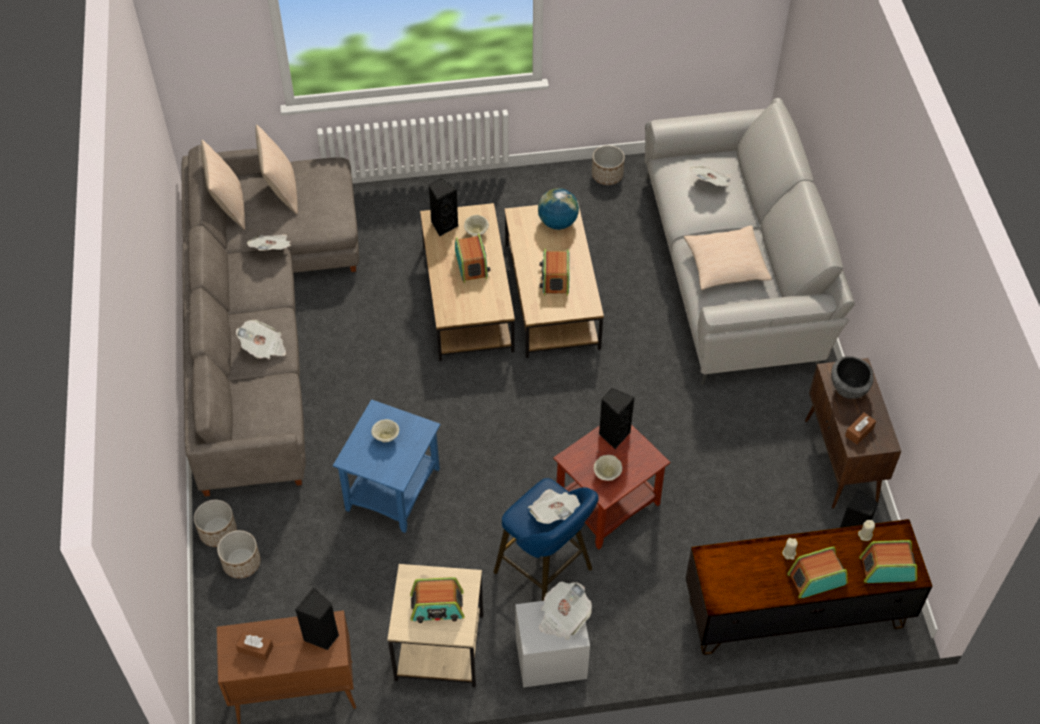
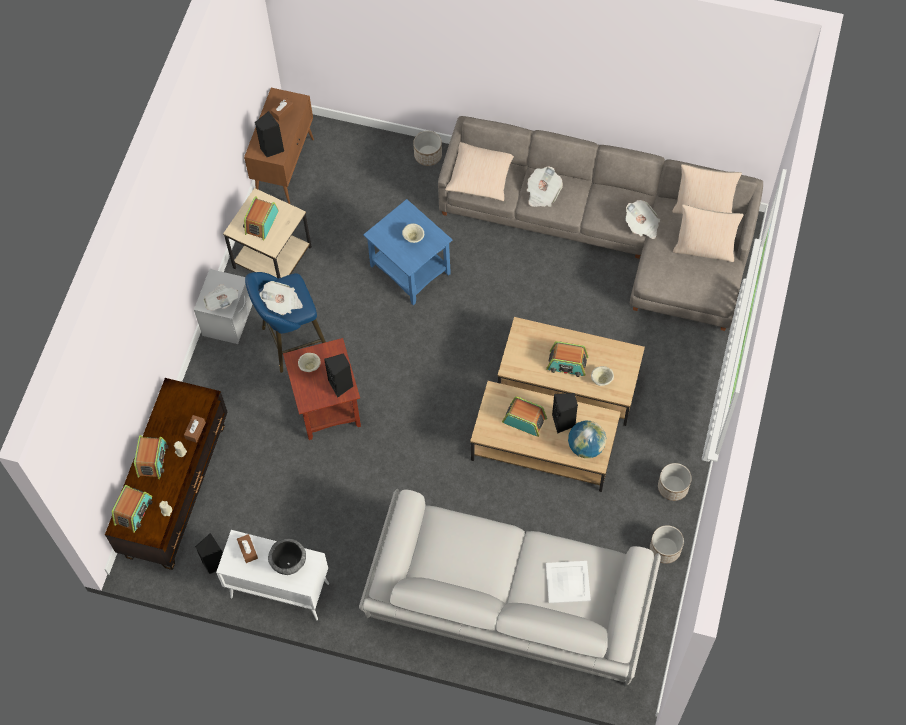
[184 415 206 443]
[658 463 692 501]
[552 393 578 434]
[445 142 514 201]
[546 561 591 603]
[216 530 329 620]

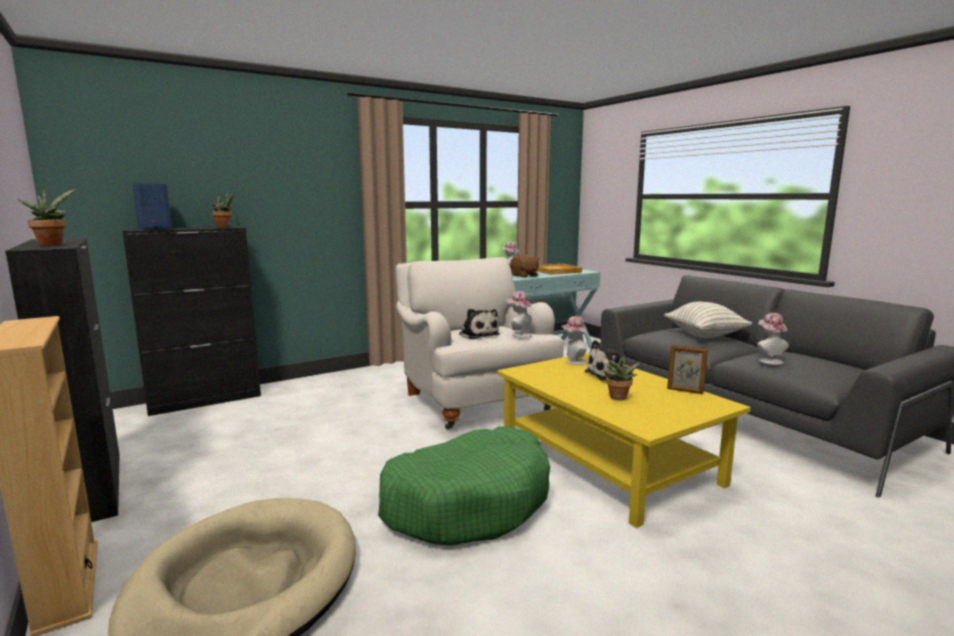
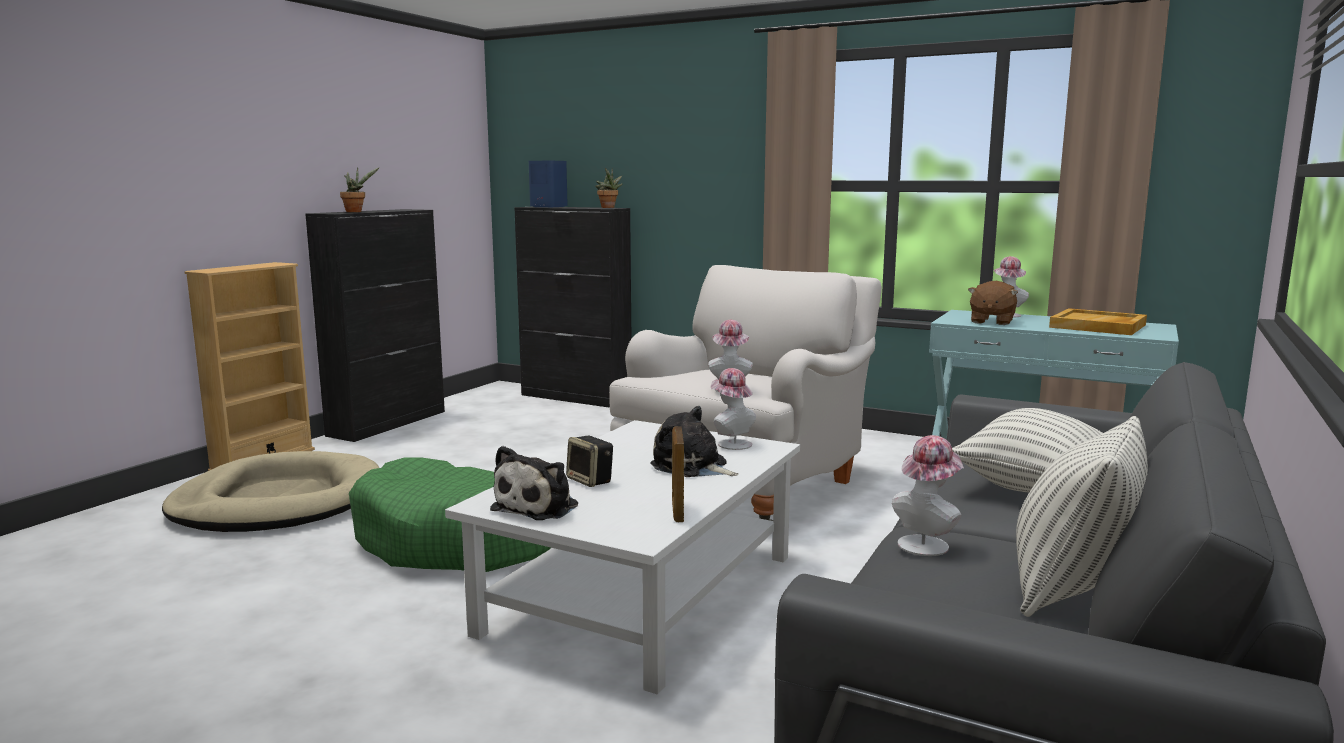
[1016 416 1148 617]
[490 446 578 520]
[566 436 613 487]
[445 420 800 694]

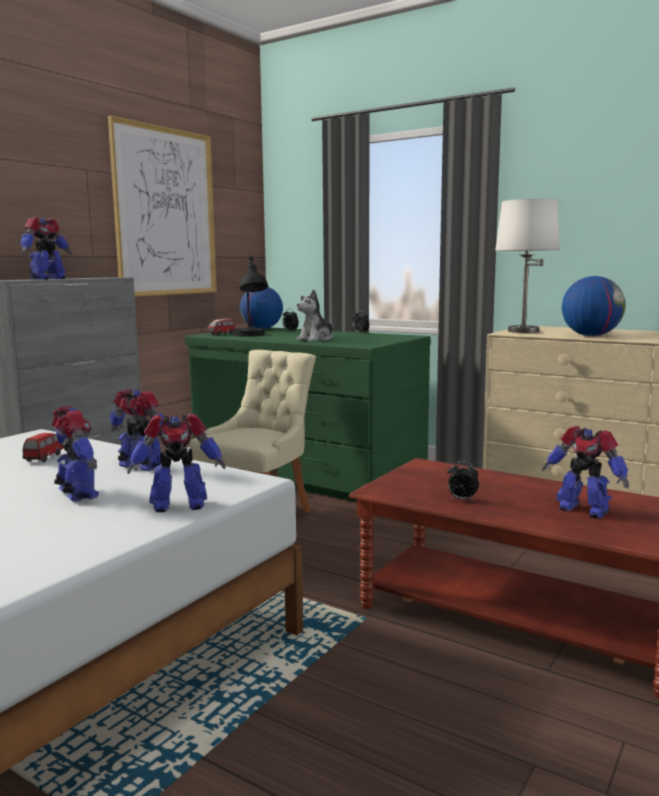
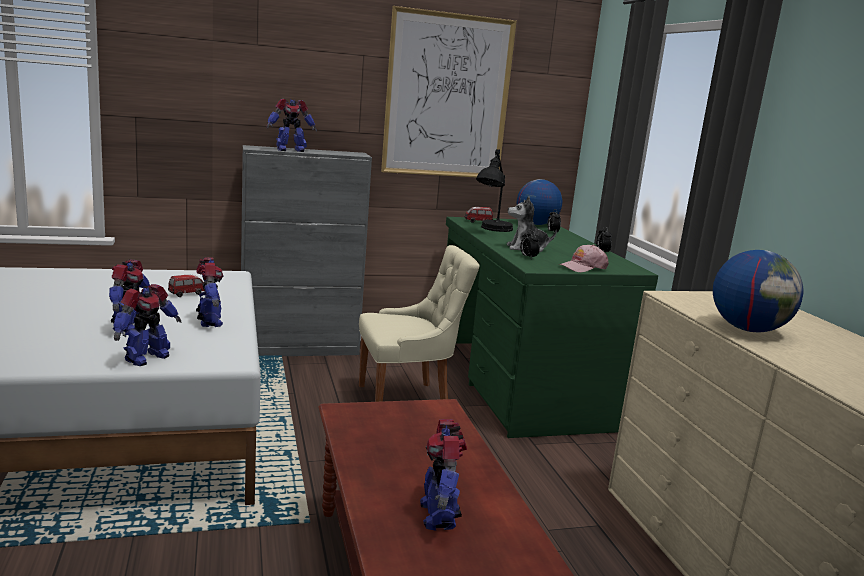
[495 199 560 333] (first image)
[559 244 609 272]
[520 230 540 259]
[113 284 181 366]

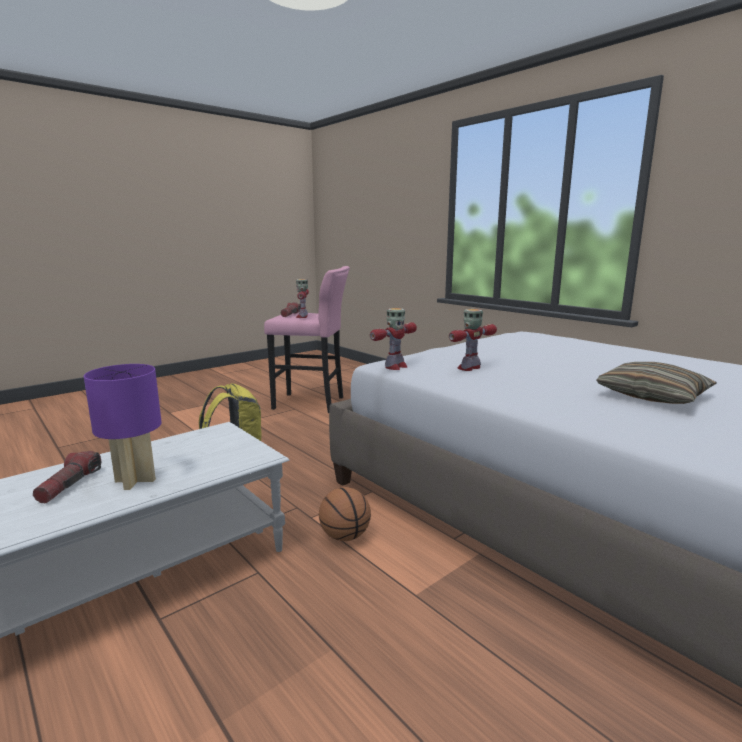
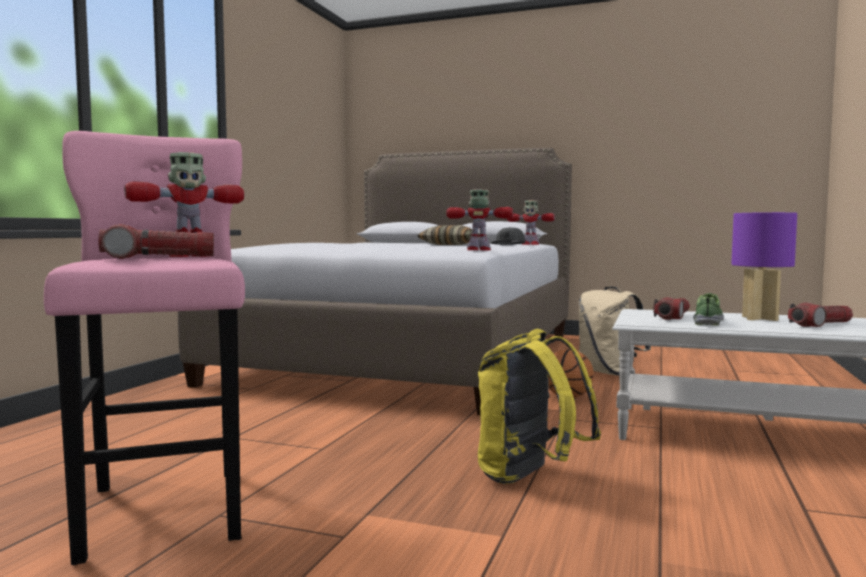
[491 227 526 245]
[579 286 651 376]
[653 297 690 320]
[693 293 724 325]
[507 200 555 245]

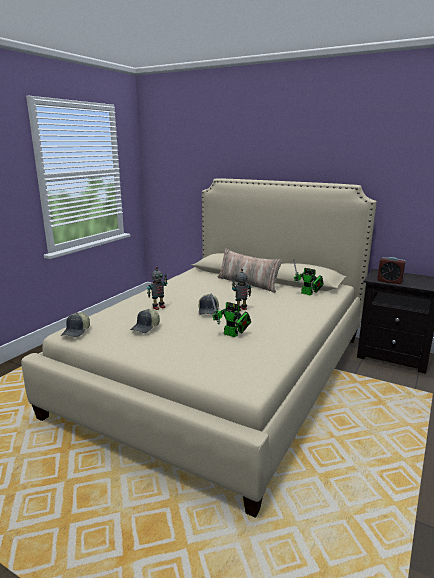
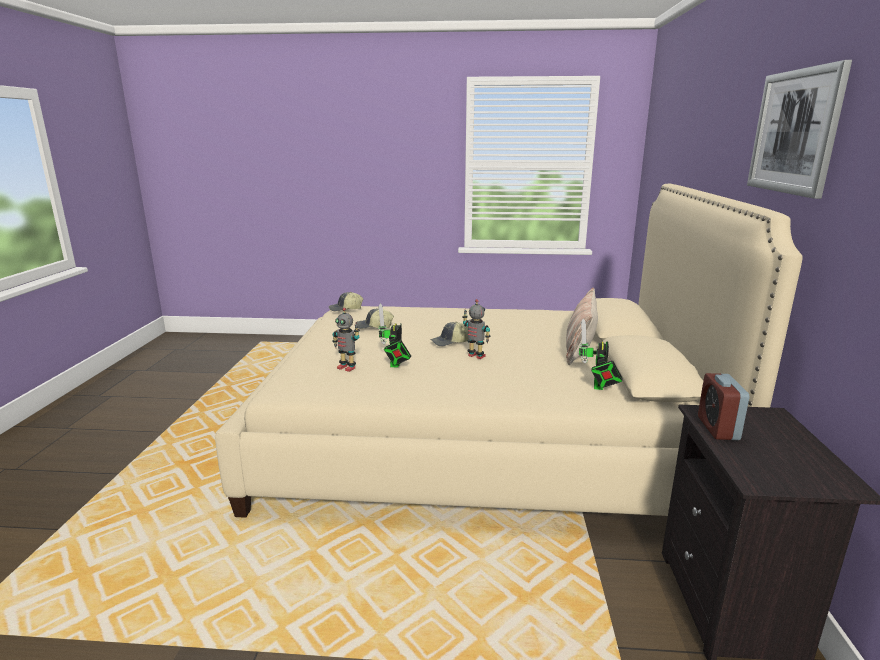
[747 60 852 199]
[332 308 360 372]

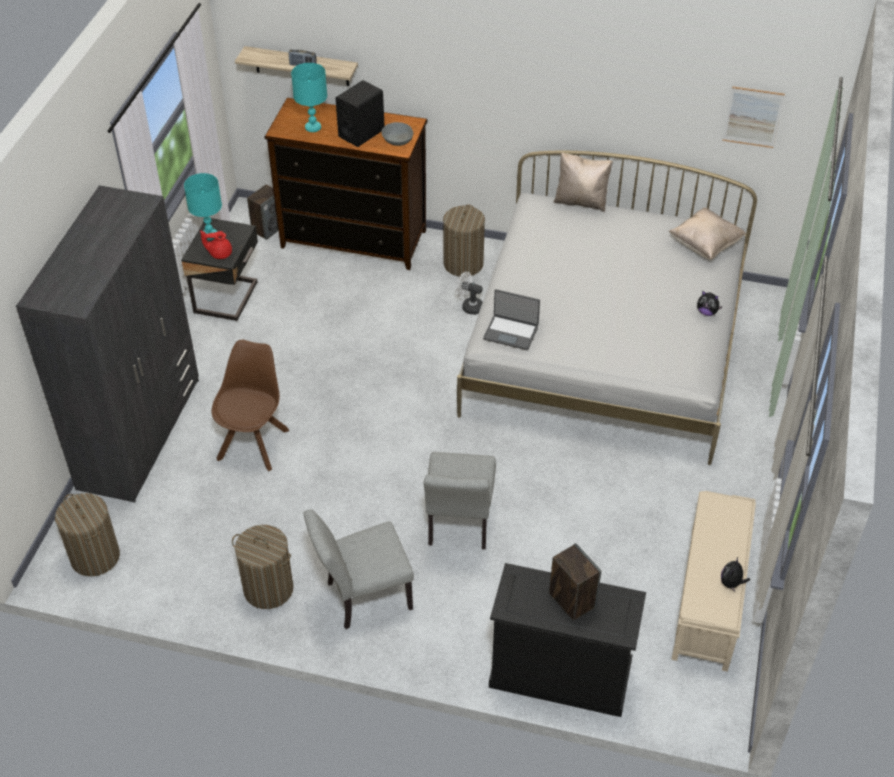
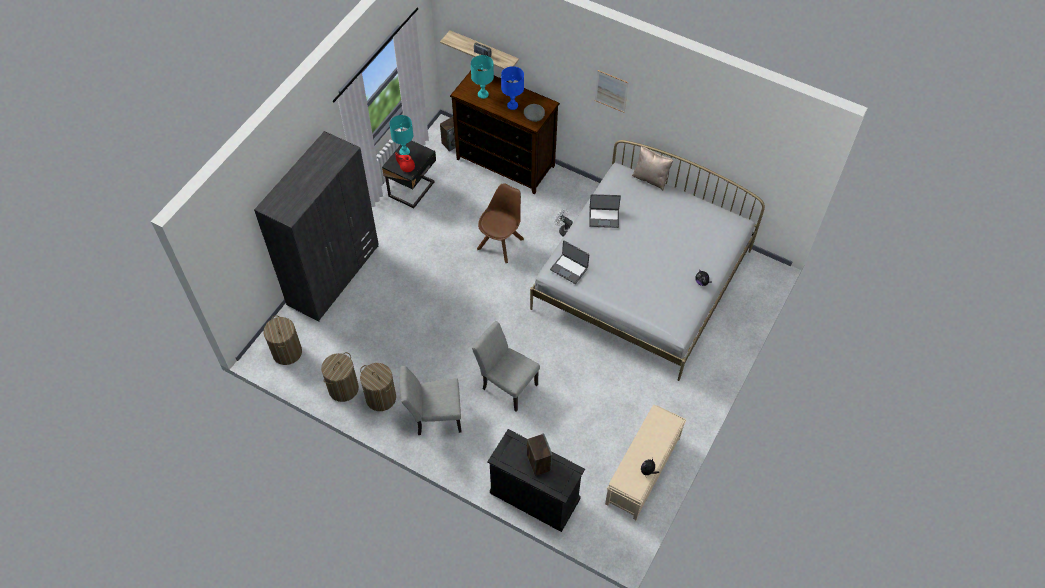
[669 207 746 260] (first image)
[589 194 621 228]
[477 183 524 263]
[321 352 359 402]
[595 70 629 113]
[501 66 524 110]
[472 321 540 412]

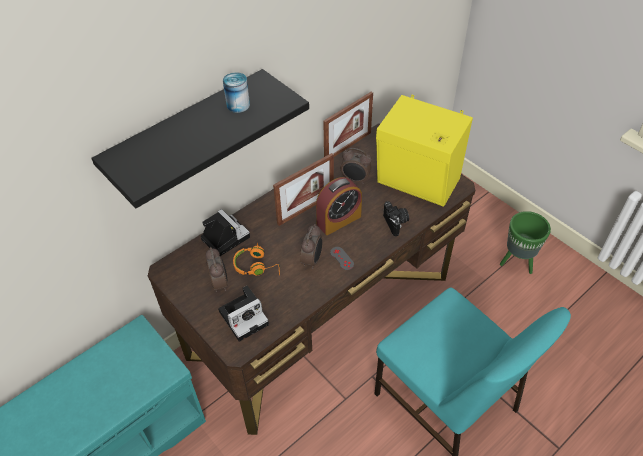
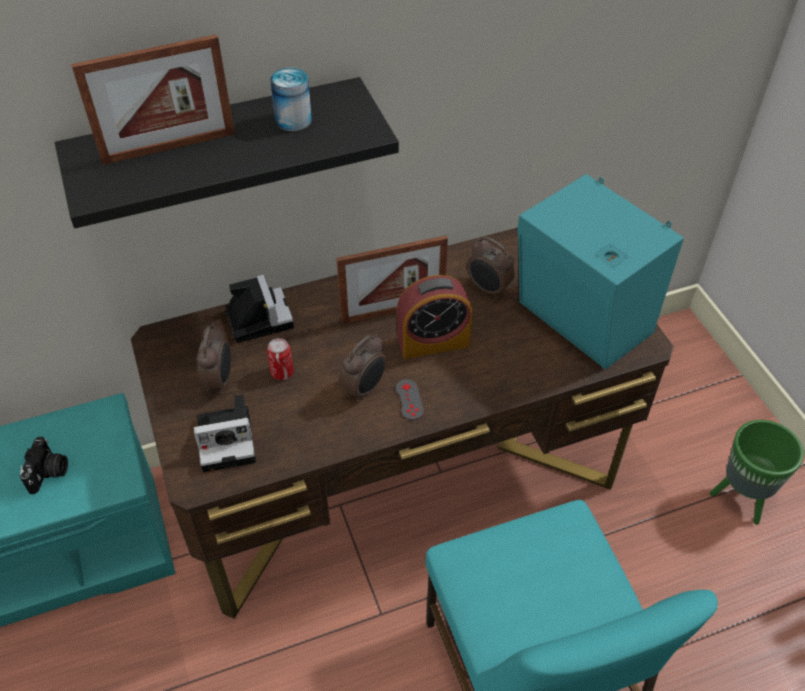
[71 34 235 165]
[20 437 68 494]
[267 338 294 380]
[517 174 684 369]

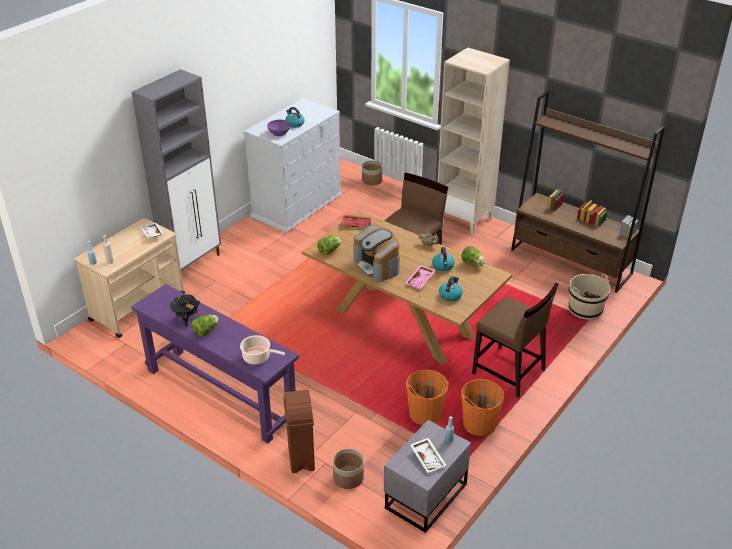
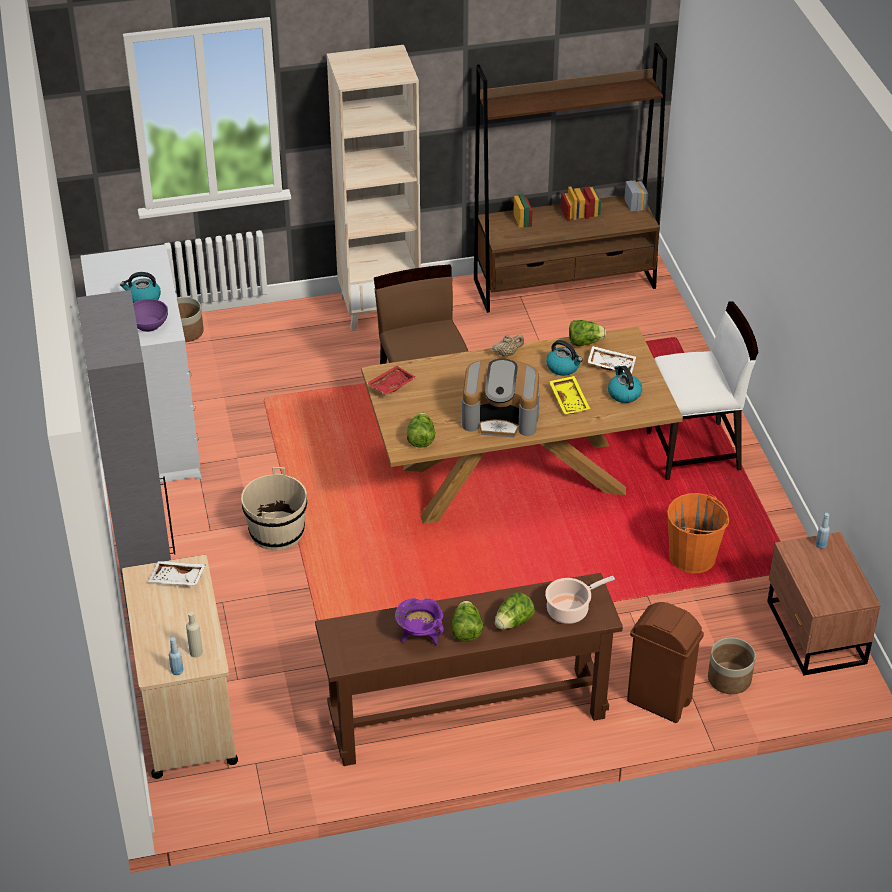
[461 379 504 436] (first image)
[495 592 535 630]
[587 346 636 374]
[241 467 307 551]
[315 573 623 766]
[395 598 444 645]
[767 532 881 675]
[549 376 590 415]
[646 301 758 480]

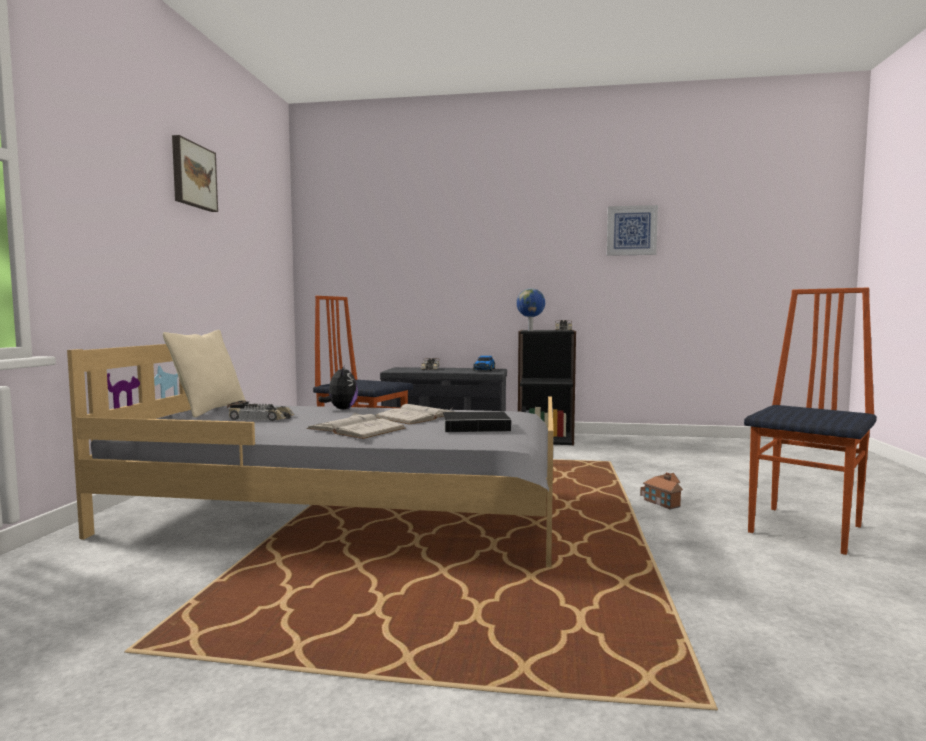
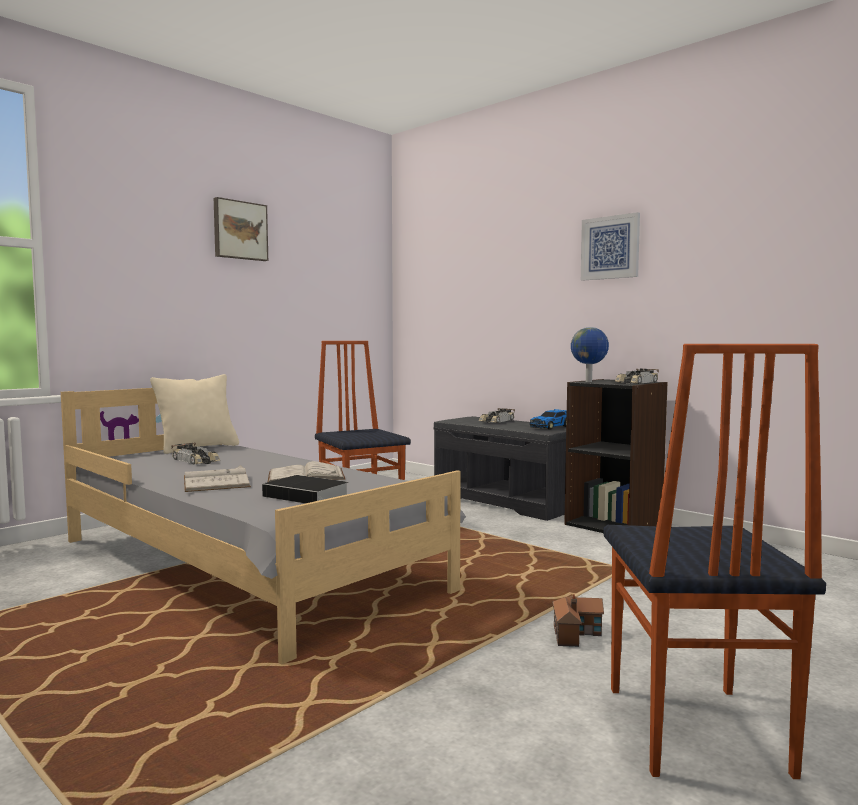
[318 365 358 409] (first image)
[581 212 640 281]
[603 344 826 779]

